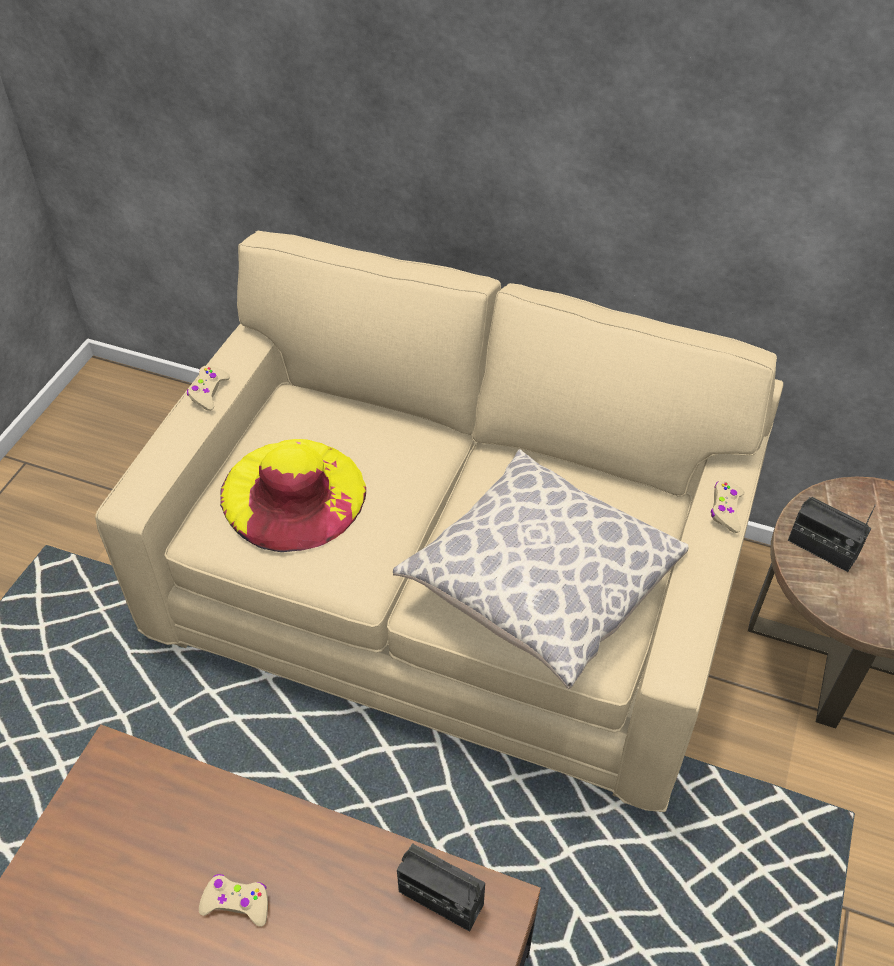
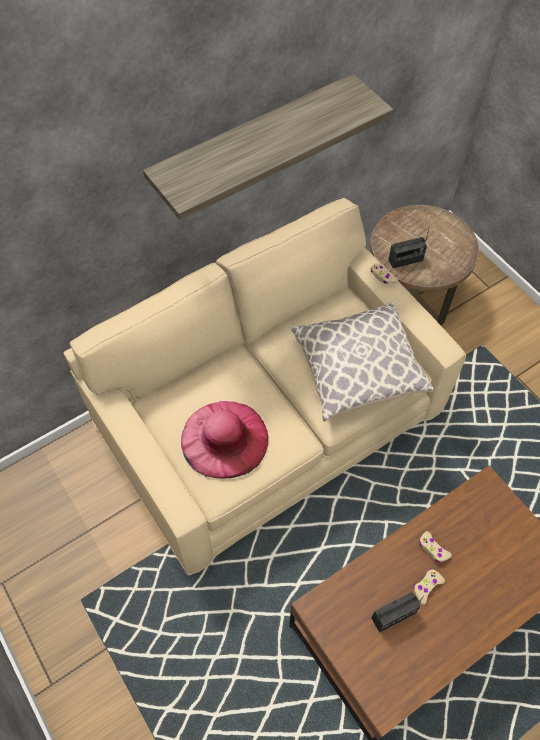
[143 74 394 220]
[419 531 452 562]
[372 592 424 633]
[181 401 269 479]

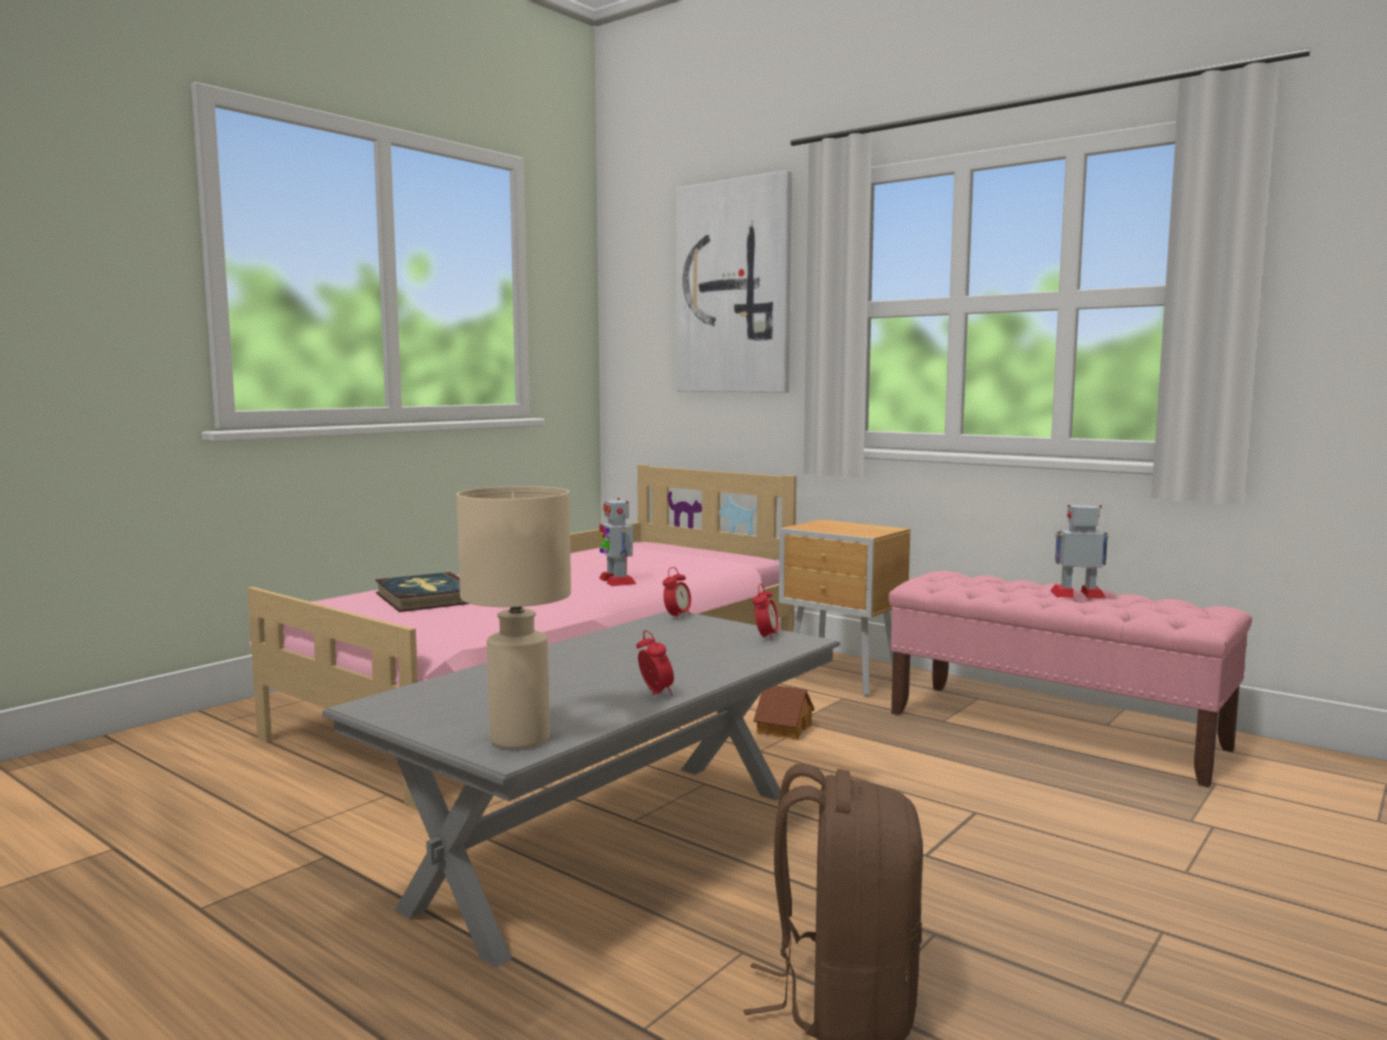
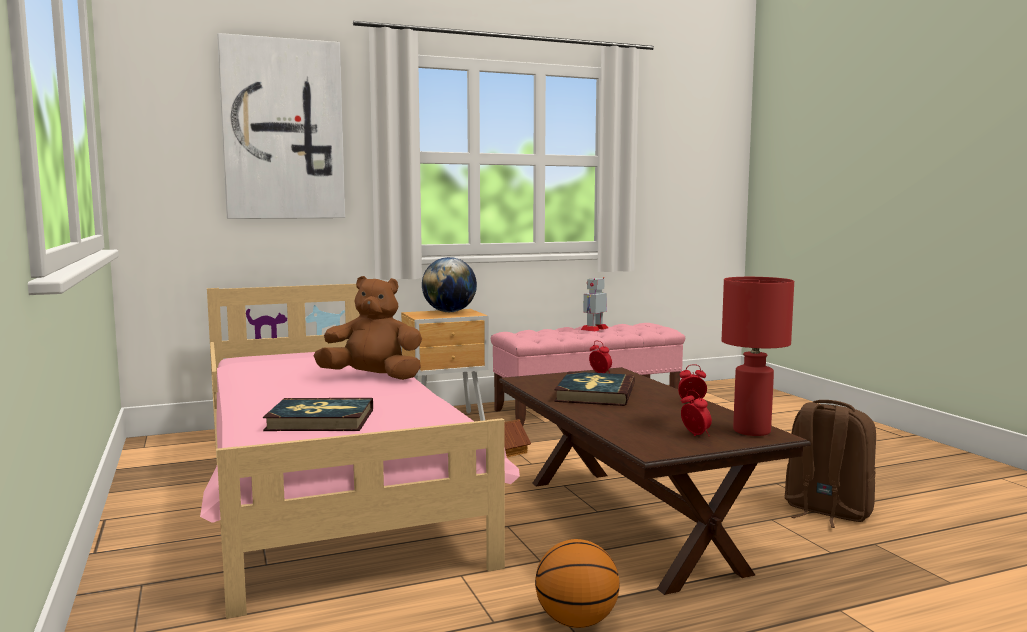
[422 257 477 312]
[535 539 620 628]
[554 371 635 406]
[681 390 712 436]
[314 276 422 380]
[499 367 811 595]
[722 277 794 436]

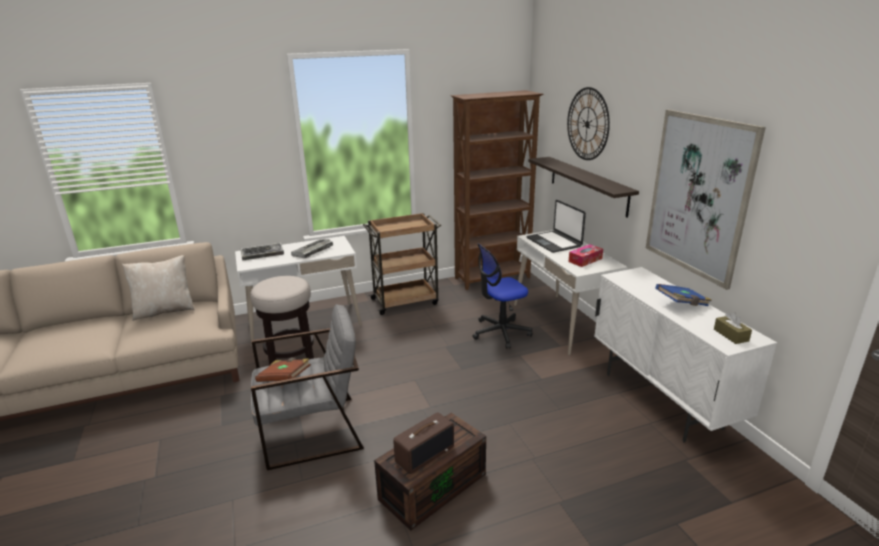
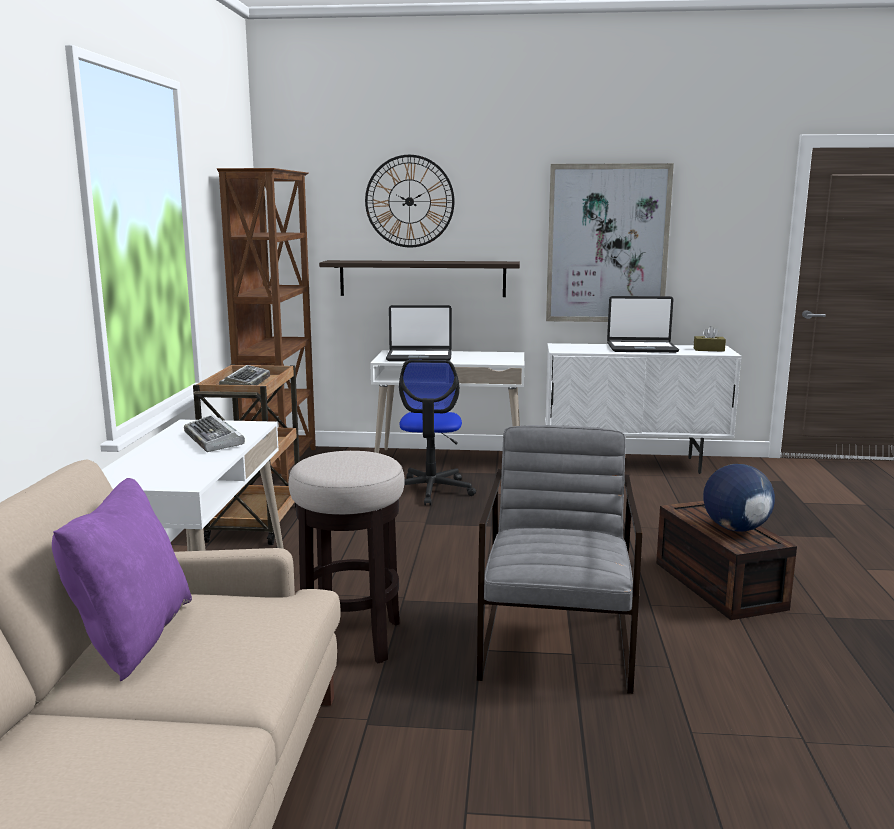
[255 358 311 382] (first image)
[569 244 603 267] (first image)
[219 365 270 385]
[703 464 775 532]
[607 296 679 353]
[52 478 192 681]

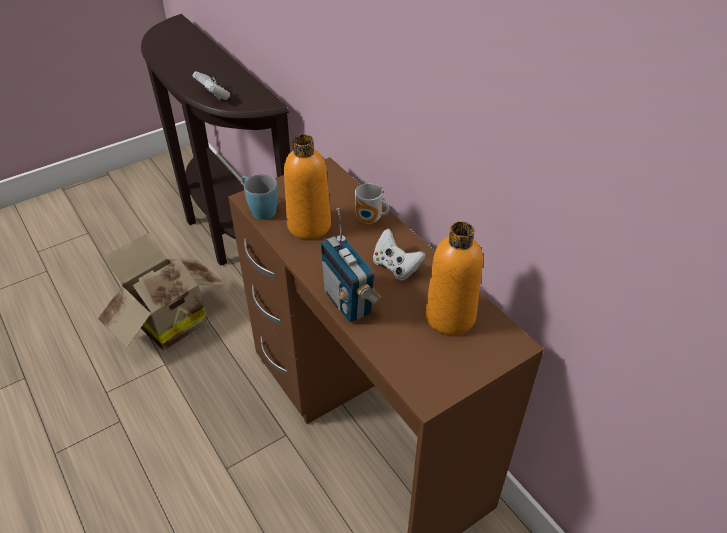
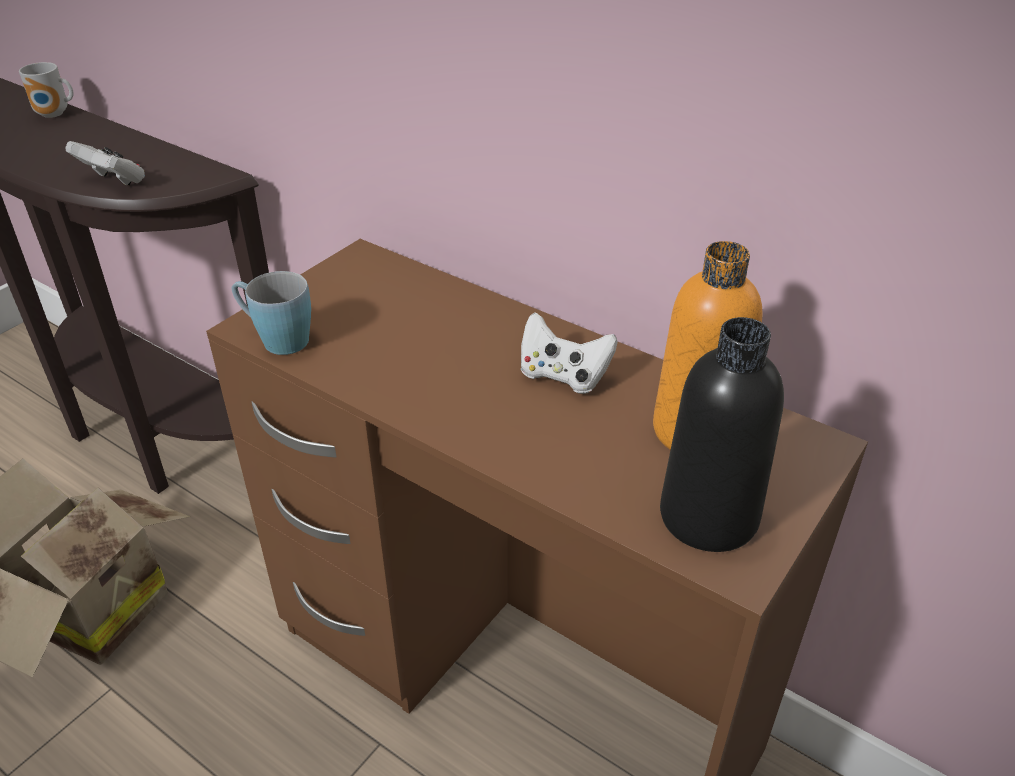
[284 134 331 239] (first image)
[320 208 381 323] (first image)
[660 317 784 552]
[19 62 74 118]

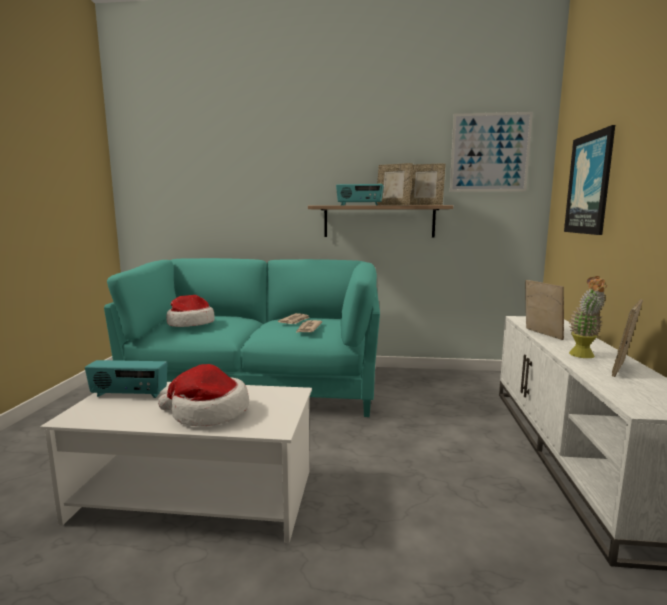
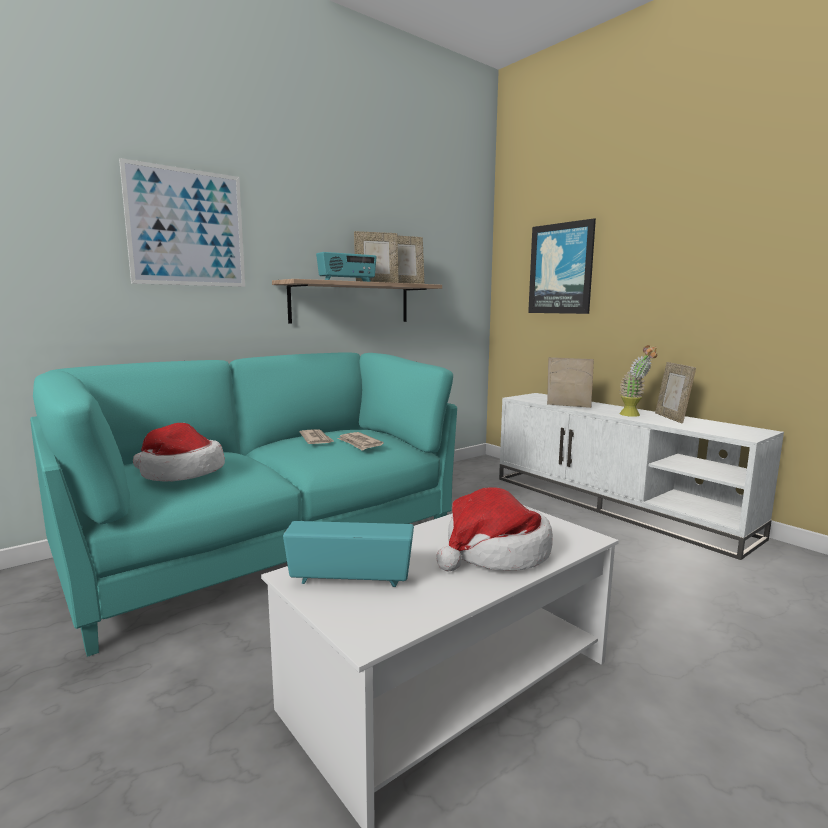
[119 158 245 287]
[283 521 414 587]

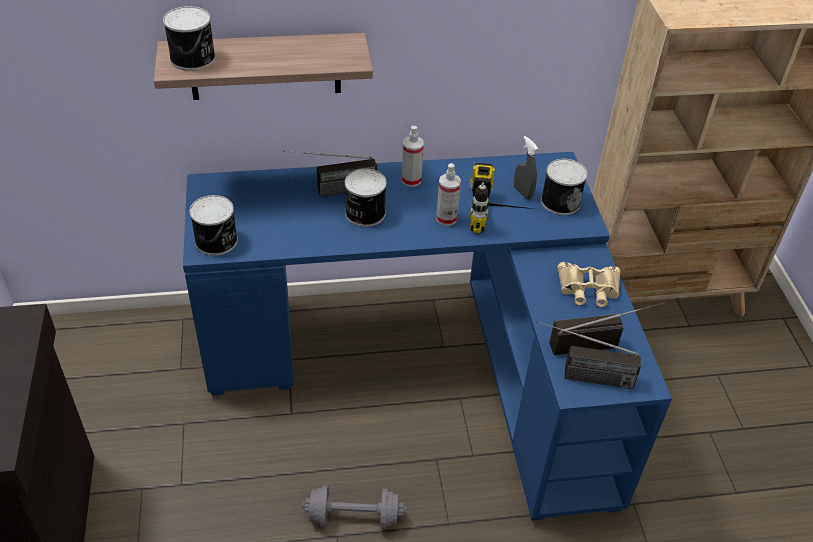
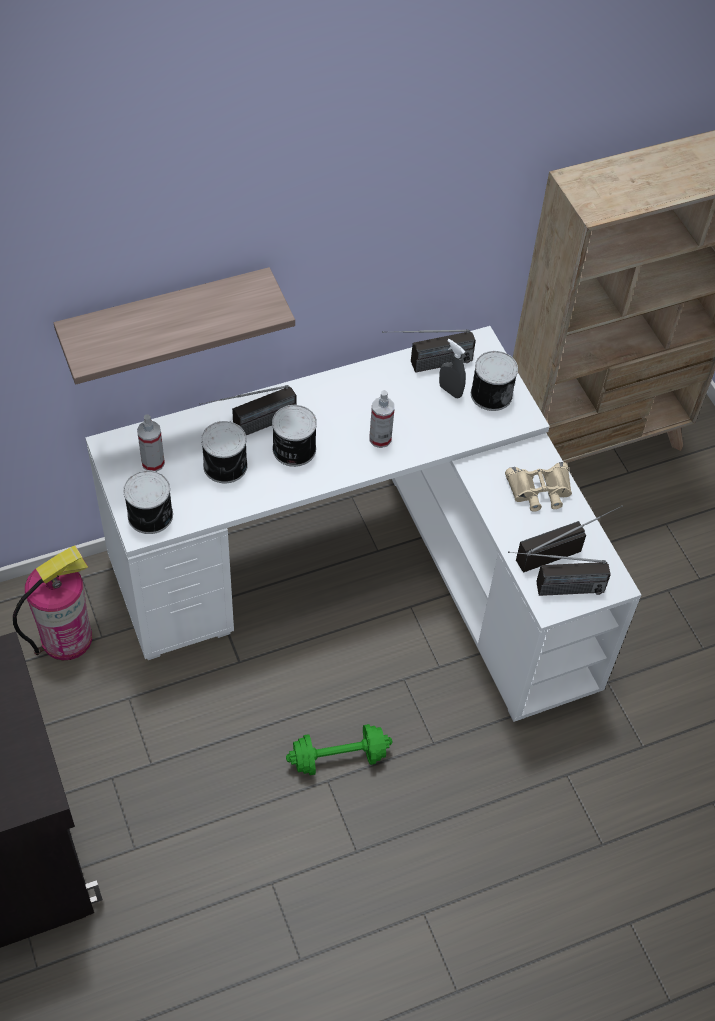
[469 163 534 234] (first image)
[13 546 92 660]
[382 329 476 373]
[201 421 248 483]
[137 414 165 472]
[85 326 641 722]
[286 724 392 775]

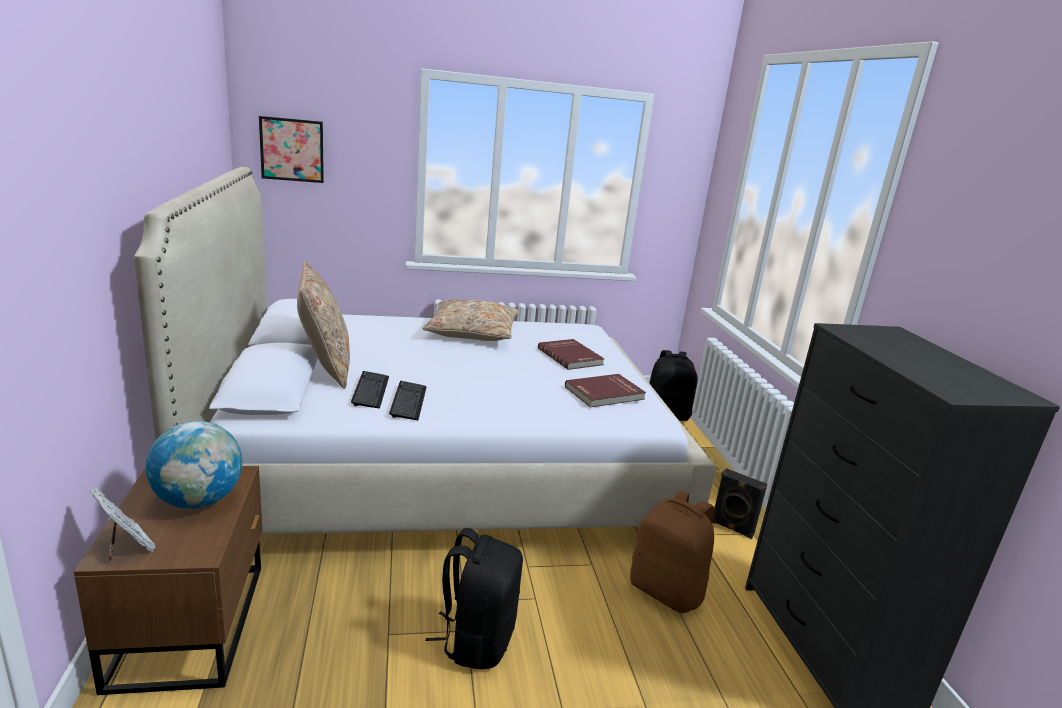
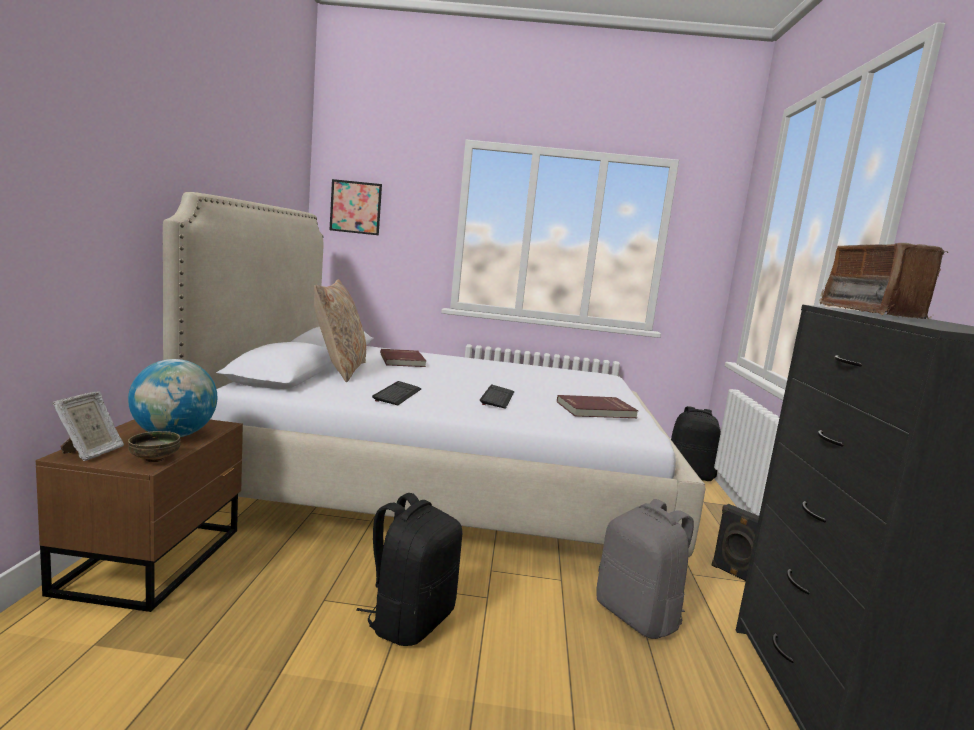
[423 299 518 341] (first image)
[128 431 180 462]
[819 243 948 319]
[480 384 514 409]
[380 349 426 367]
[596 499 694 639]
[52 391 124 461]

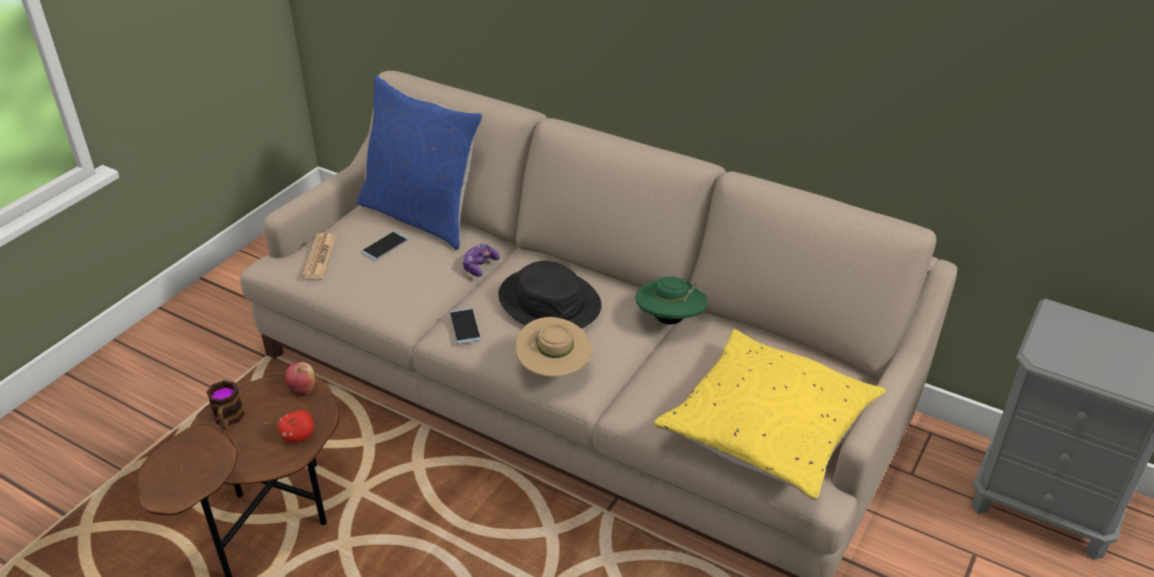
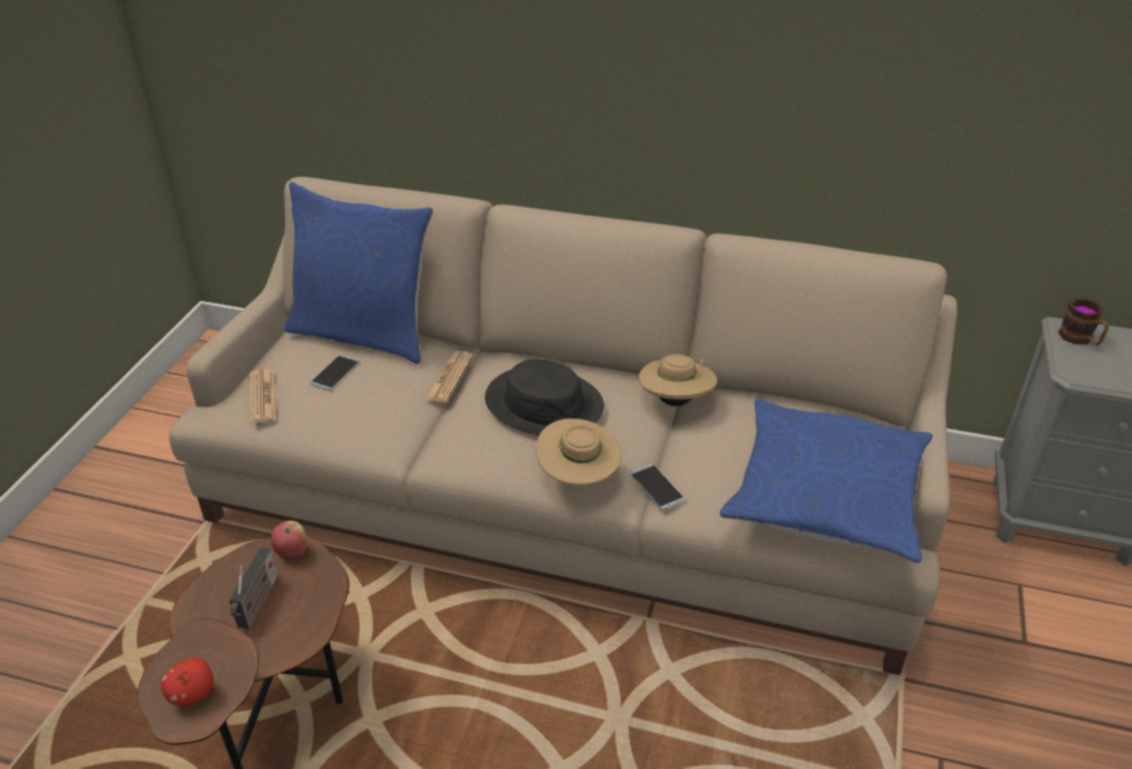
[229 547 278 629]
[1058 298 1109 345]
[161 658 214 706]
[630 464 685 510]
[425 351 473 403]
[639 354 717 406]
[720 398 933 563]

